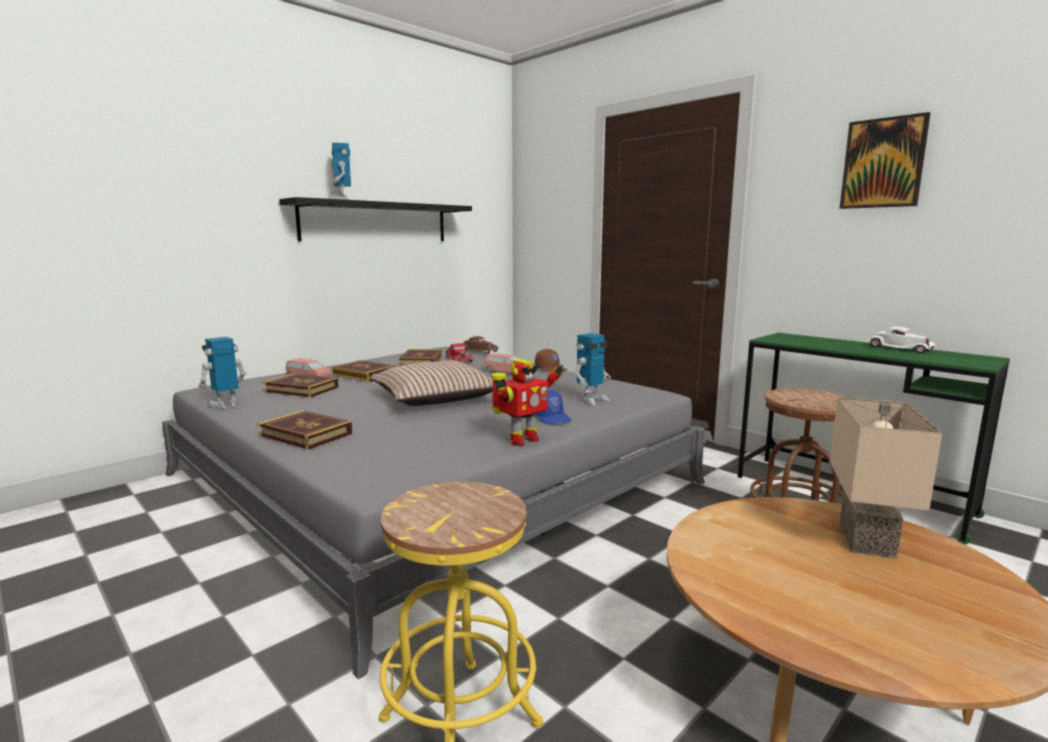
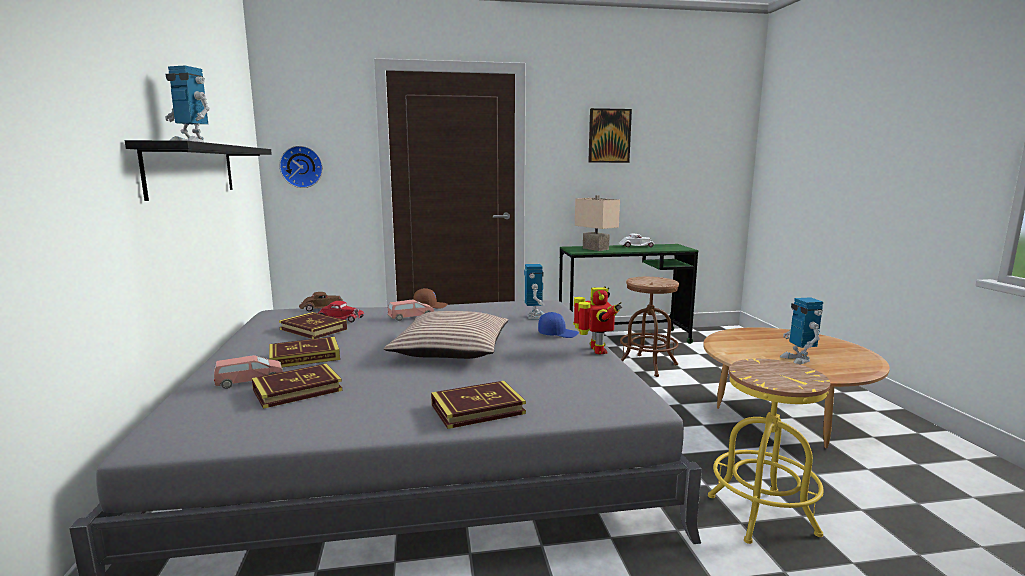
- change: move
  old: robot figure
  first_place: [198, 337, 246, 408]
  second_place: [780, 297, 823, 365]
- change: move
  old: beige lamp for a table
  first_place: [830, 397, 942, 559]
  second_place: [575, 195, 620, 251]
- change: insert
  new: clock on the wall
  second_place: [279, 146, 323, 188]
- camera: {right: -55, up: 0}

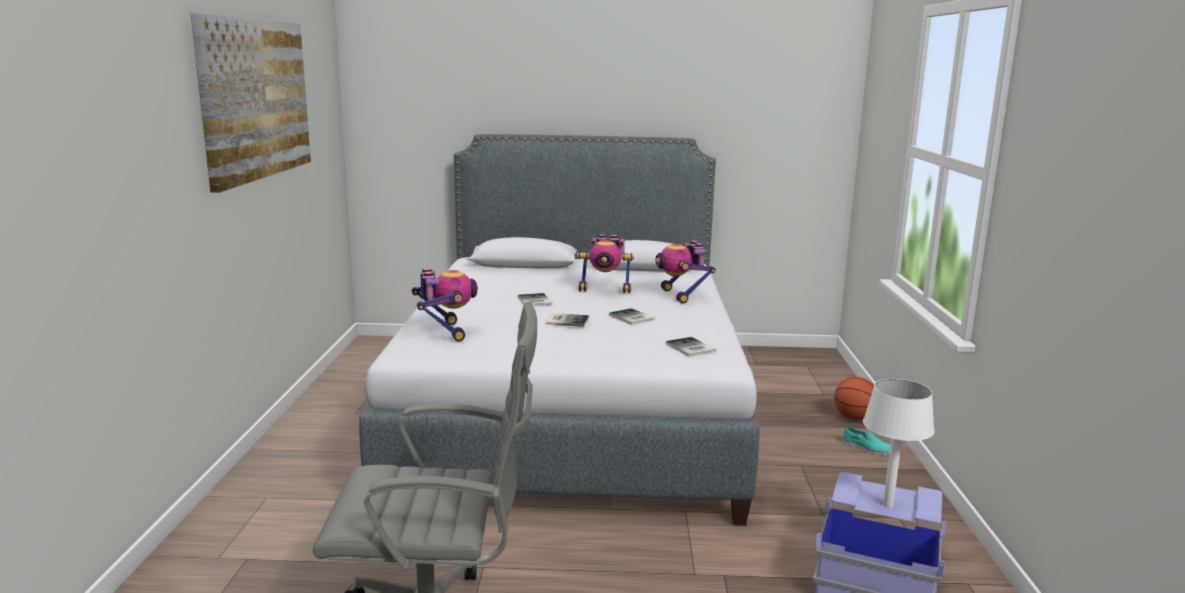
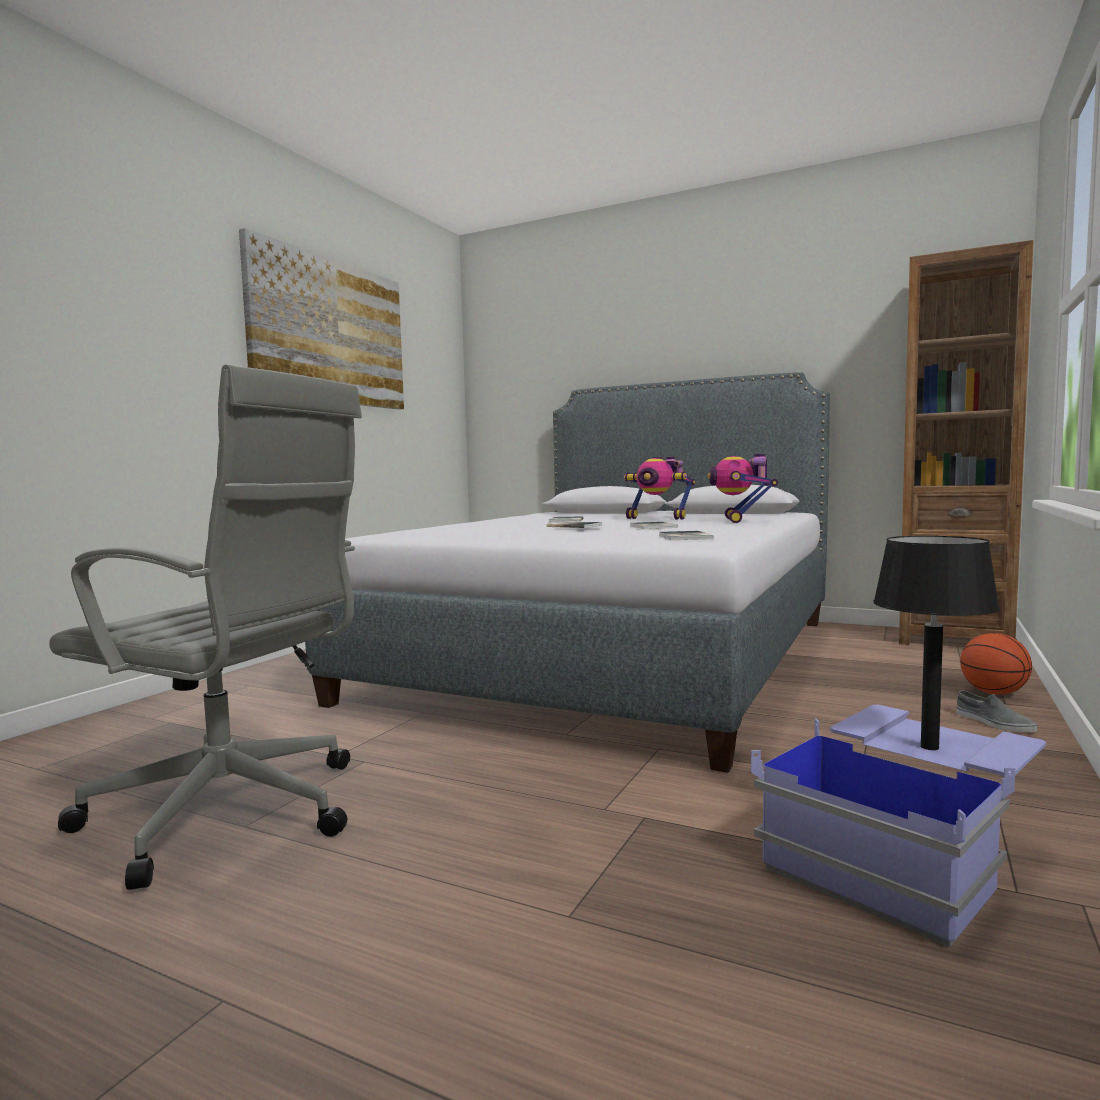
- change: delete
  old: robot figure
  first_place: [412, 268, 478, 341]
- change: recolor
  old: whitish lamp for a table
  new: black-coloured lamp for a table
  first_place: [863, 379, 935, 508]
  second_place: [873, 536, 1000, 750]
- change: recolor
  old: blue-green item of footwear
  new: greyish item of footwear
  first_place: [843, 427, 890, 456]
  second_place: [956, 691, 1037, 733]
- change: insert
  new: brown shelving unit
  second_place: [899, 240, 1034, 645]
- camera: {right: 25, up: -10}

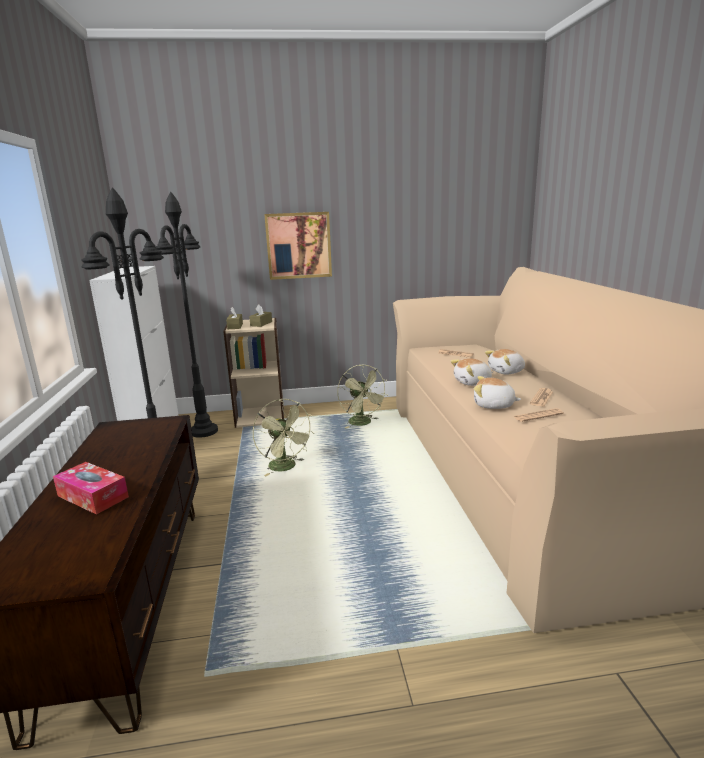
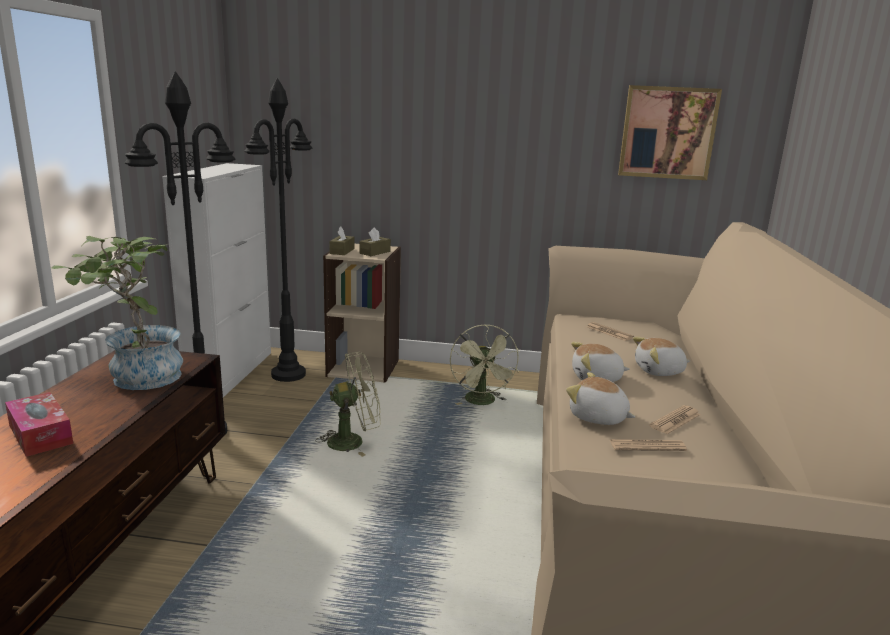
- change: move
  old: wall picture
  first_place: [264, 212, 332, 280]
  second_place: [618, 85, 722, 180]
- change: rotate
  old: greenish cooling fan
  first_place: [253, 399, 314, 476]
  second_place: [315, 352, 381, 457]
  degrees: -90
- change: insert
  new: houseplant
  second_place: [51, 236, 183, 390]
- camera: {right: 15, up: 0}

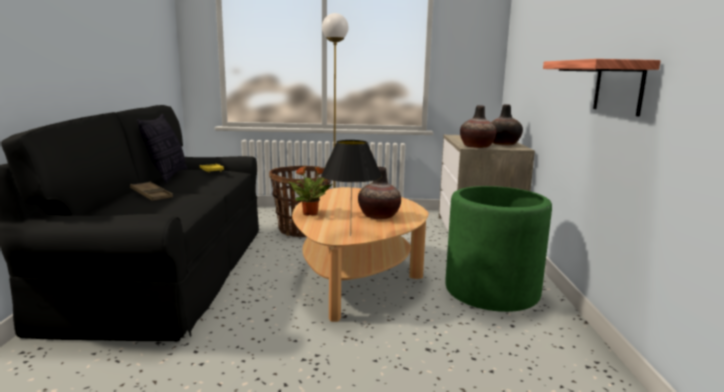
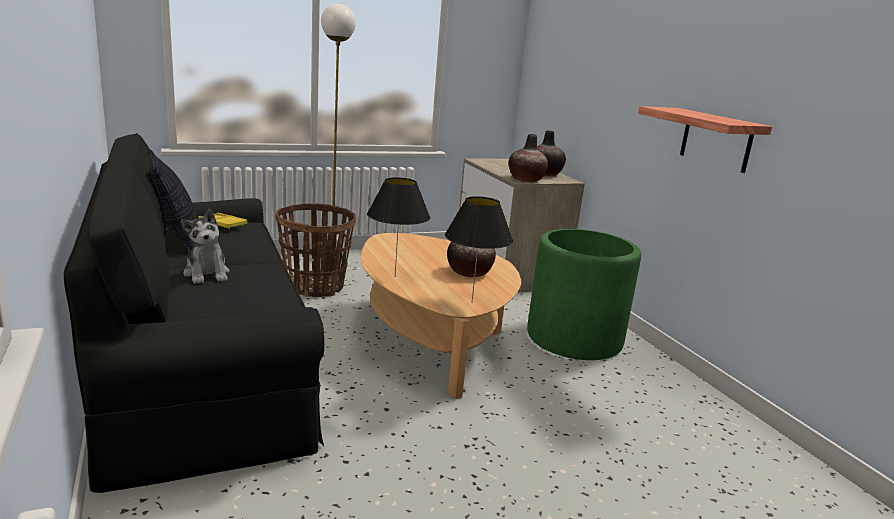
- change: replace
  old: houseplant
  new: black-coloured lamp for a table
  first_place: [288, 166, 333, 216]
  second_place: [367, 178, 430, 276]
- change: replace
  old: brown serving tray
  new: plush toy
  first_place: [130, 182, 173, 201]
  second_place: [181, 209, 230, 284]
- camera: {right: -25, up: 5}

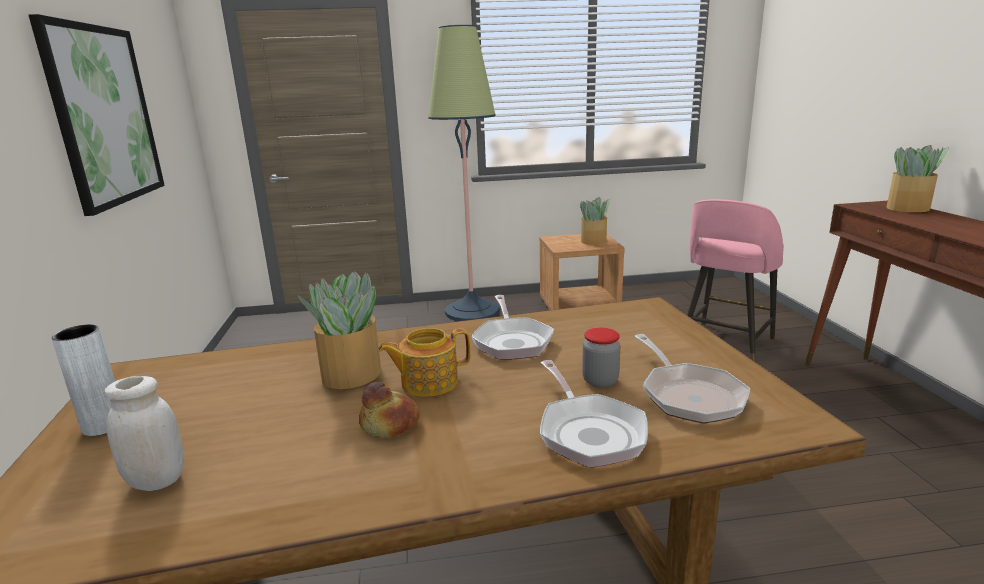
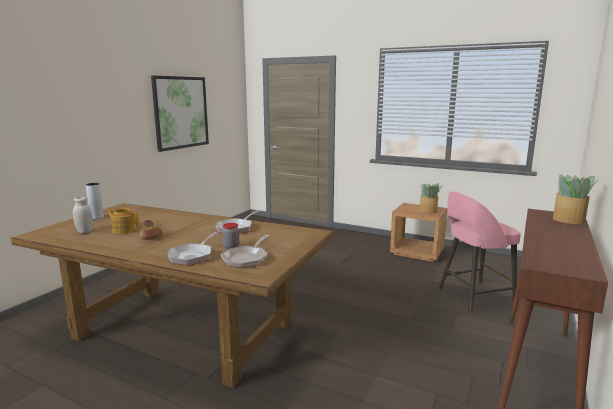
- change: delete
  old: standard lamp
  first_place: [428, 25, 499, 321]
- change: delete
  old: houseplant
  first_place: [298, 271, 381, 389]
- change: move
  old: tea pot
  first_place: [378, 328, 471, 397]
  second_place: [106, 208, 139, 234]
- camera: {right: 35, up: -5}

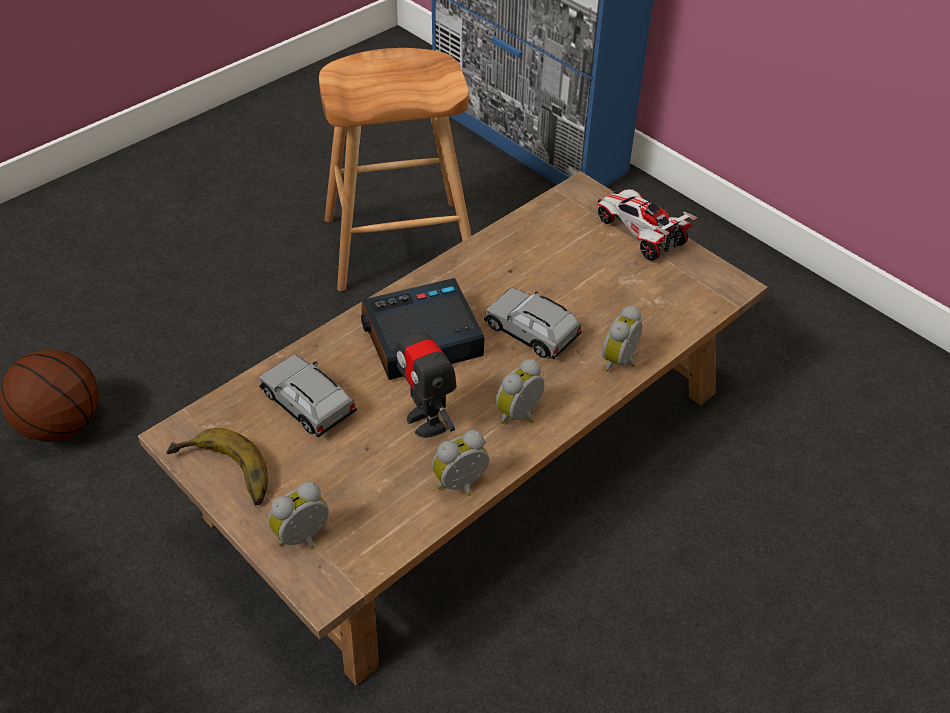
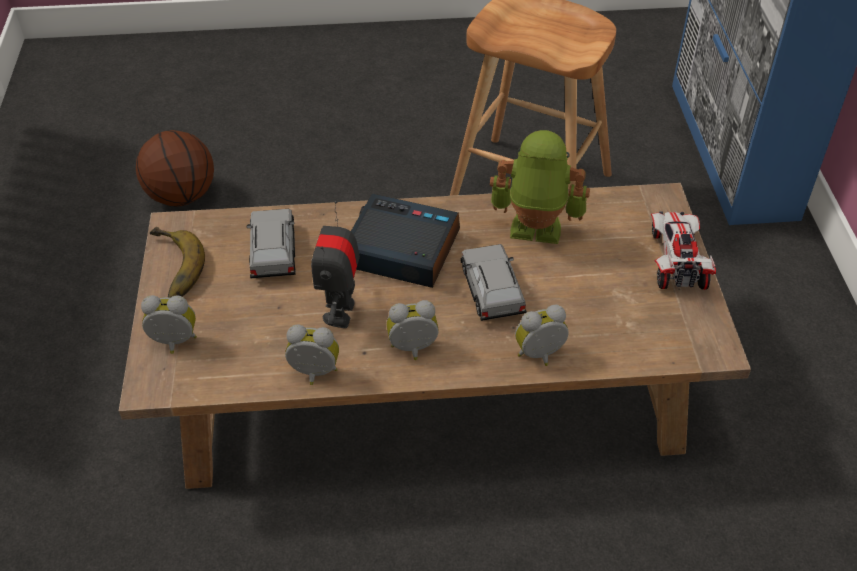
- change: insert
  new: robot figure
  second_place: [490, 130, 590, 244]
- camera: {right: 40, up: 0}

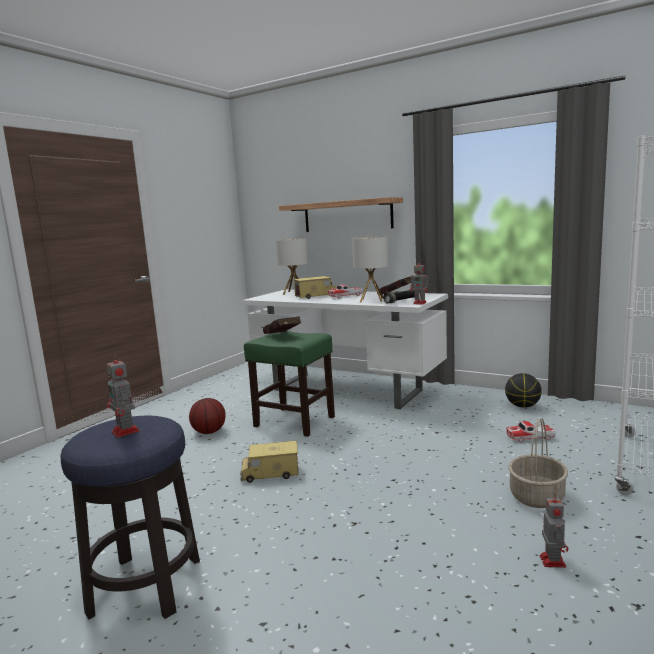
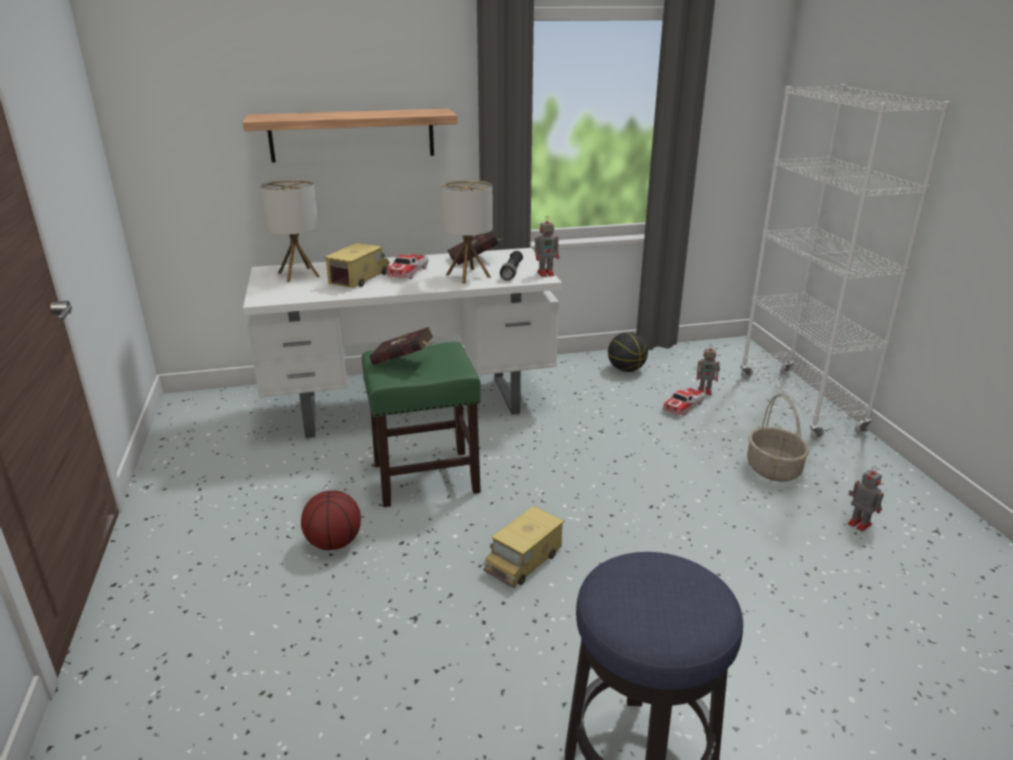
- change: move
  old: robot figure
  first_place: [107, 353, 140, 438]
  second_place: [697, 344, 720, 395]
- camera: {right: -45, up: 15}

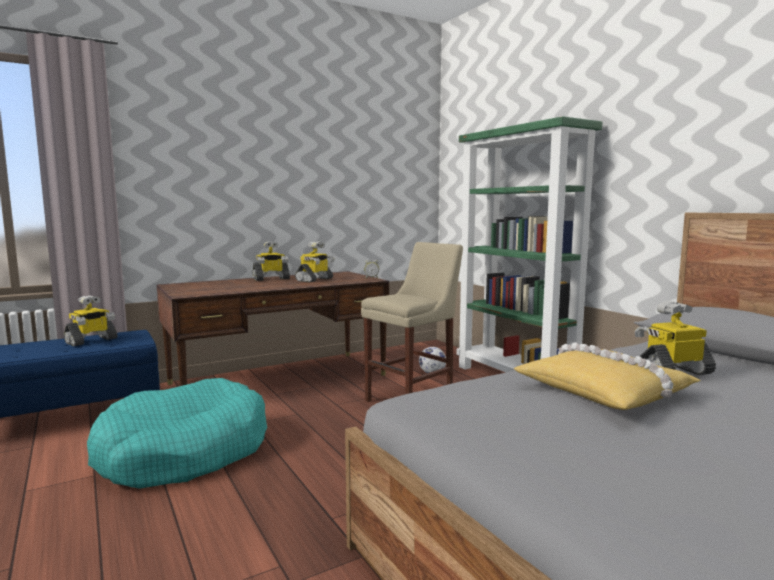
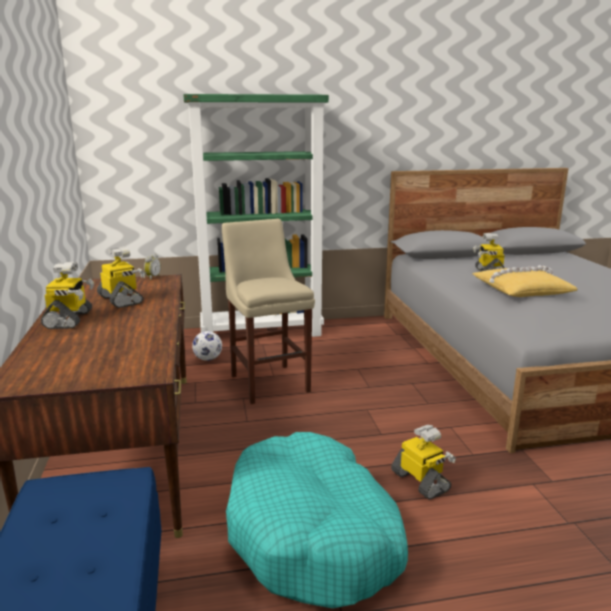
- change: move
  old: robot figure
  first_place: [64, 295, 118, 346]
  second_place: [391, 425, 456, 499]
- camera: {right: -70, up: 10}

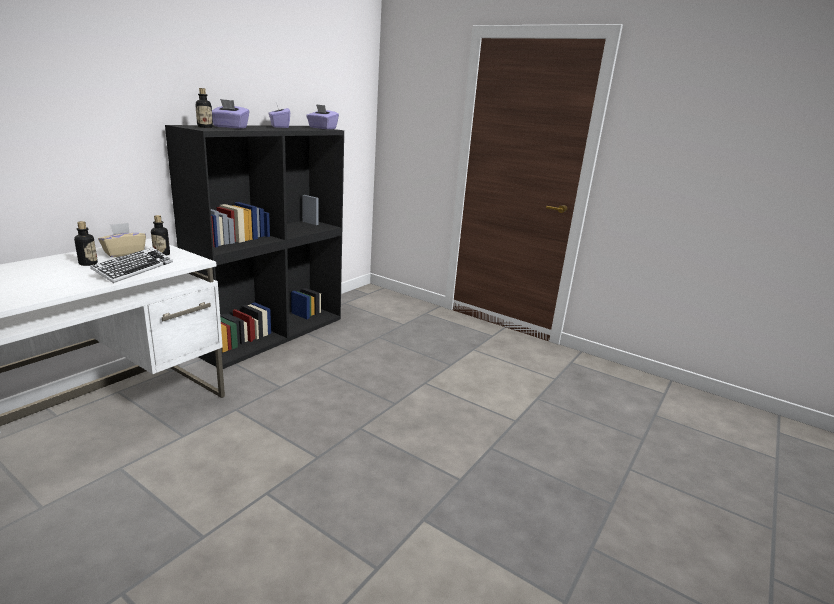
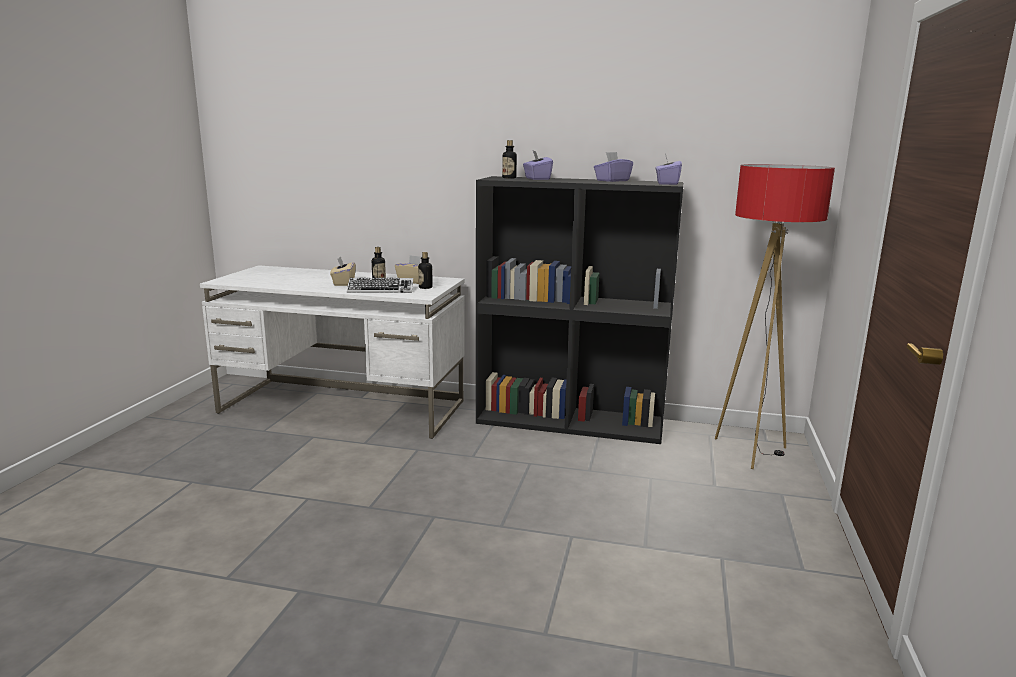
- change: insert
  new: standard lamp
  second_place: [715, 164, 835, 469]
- change: insert
  new: beige tissue holder
  second_place: [330, 256, 356, 286]
- camera: {right: 70, up: -5}

